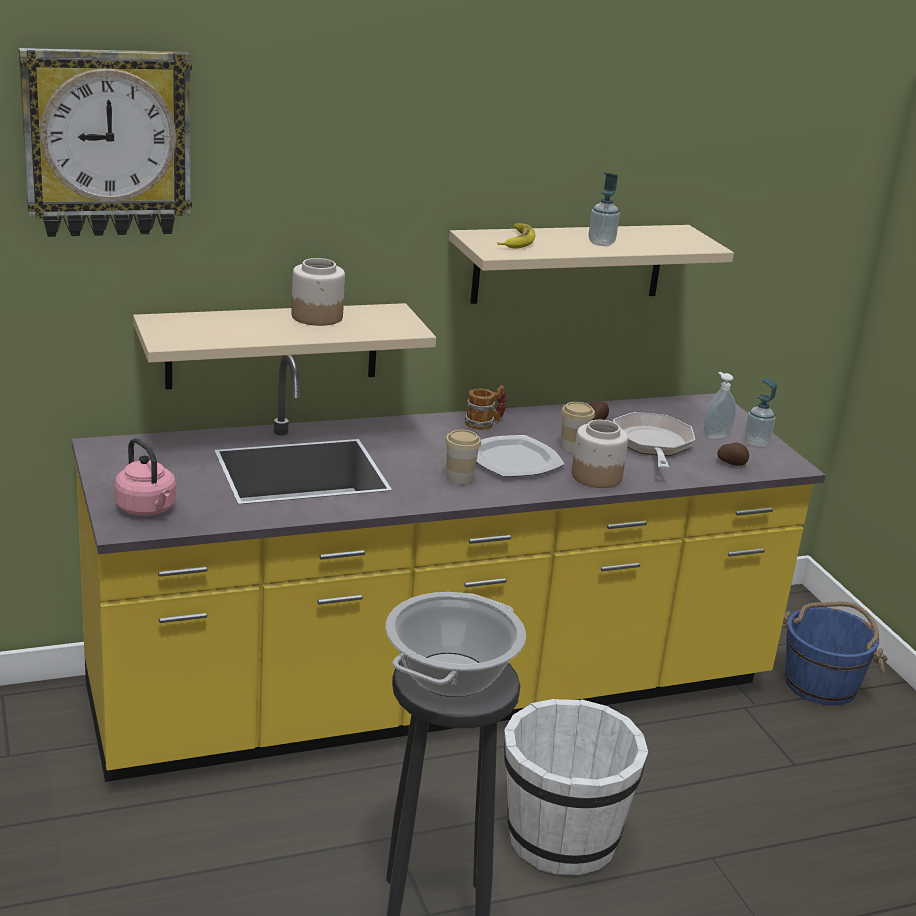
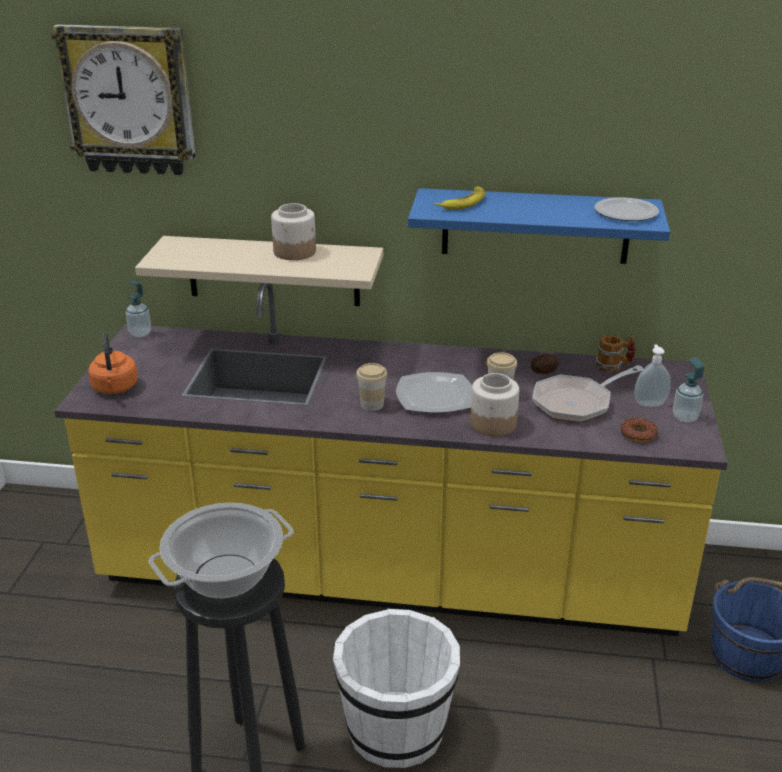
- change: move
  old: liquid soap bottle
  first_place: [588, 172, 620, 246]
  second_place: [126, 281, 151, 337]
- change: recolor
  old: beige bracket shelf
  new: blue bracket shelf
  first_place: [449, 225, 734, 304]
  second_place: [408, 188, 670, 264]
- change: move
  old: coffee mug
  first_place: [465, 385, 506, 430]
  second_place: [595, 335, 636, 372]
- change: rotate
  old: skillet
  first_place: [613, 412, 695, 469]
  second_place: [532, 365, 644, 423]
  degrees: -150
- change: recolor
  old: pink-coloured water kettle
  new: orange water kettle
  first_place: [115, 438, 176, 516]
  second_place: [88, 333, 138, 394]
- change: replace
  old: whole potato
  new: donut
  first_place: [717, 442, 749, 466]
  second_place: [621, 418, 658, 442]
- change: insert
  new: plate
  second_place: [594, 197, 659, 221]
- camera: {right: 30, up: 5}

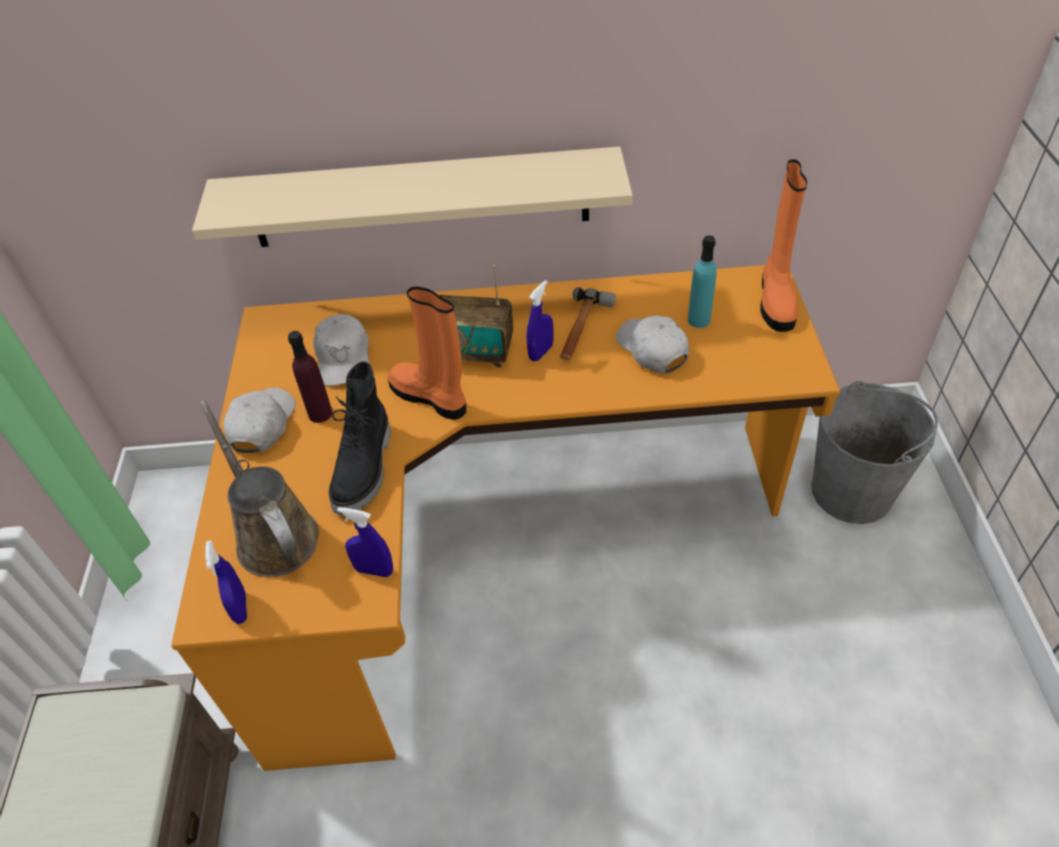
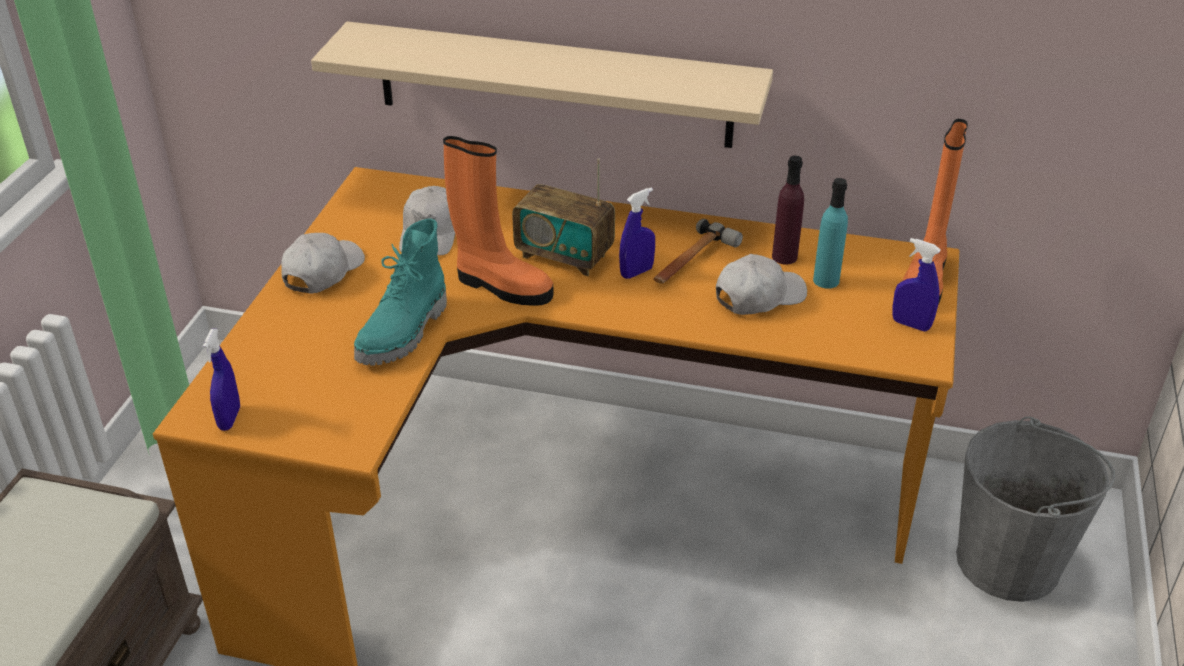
- change: rotate
  old: orange boot
  first_place: [387, 286, 466, 420]
  second_place: [443, 136, 554, 306]
  degrees: 150
- change: rotate
  old: whitish cap
  first_place: [616, 315, 689, 374]
  second_place: [716, 254, 807, 315]
  degrees: 75
- change: move
  old: purple-coloured bottle
  first_place: [288, 331, 332, 423]
  second_place: [772, 156, 804, 265]
- change: recolor
  old: black-coloured boot
  new: blue-green boot
  first_place: [329, 361, 391, 516]
  second_place: [354, 218, 447, 365]
- change: delete
  old: brown sprinkling can
  first_place: [200, 399, 319, 577]
- change: move
  old: blue spray bottle
  first_place: [337, 507, 393, 577]
  second_place: [892, 238, 941, 331]
- camera: {right: 15, up: -10}

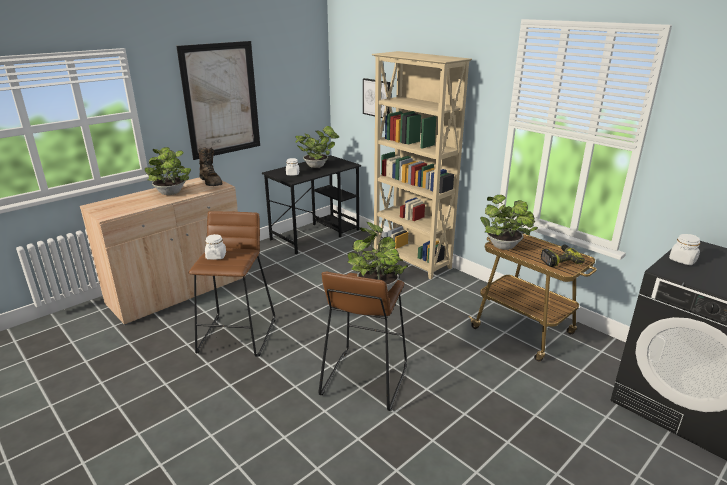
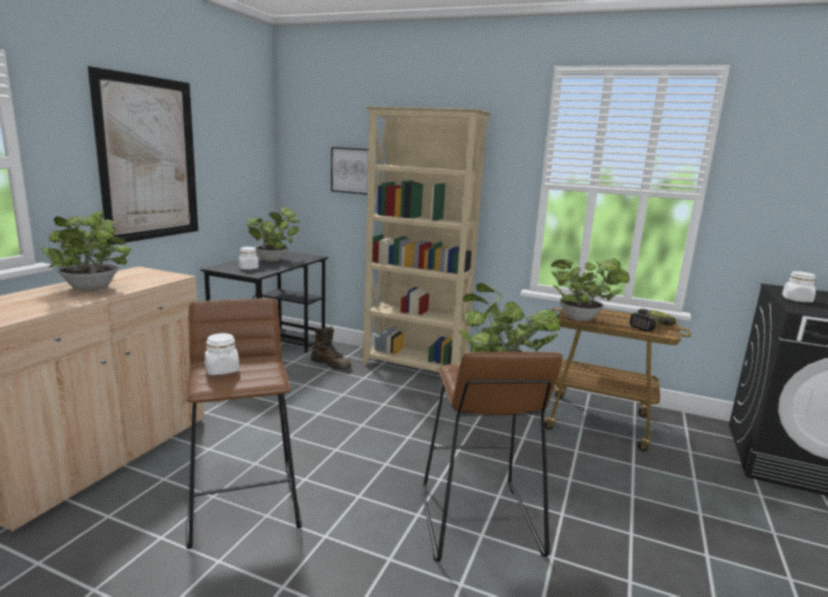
- change: move
  old: brown boot
  first_place: [199, 147, 222, 186]
  second_place: [311, 327, 351, 369]
- camera: {right: -25, up: -10}

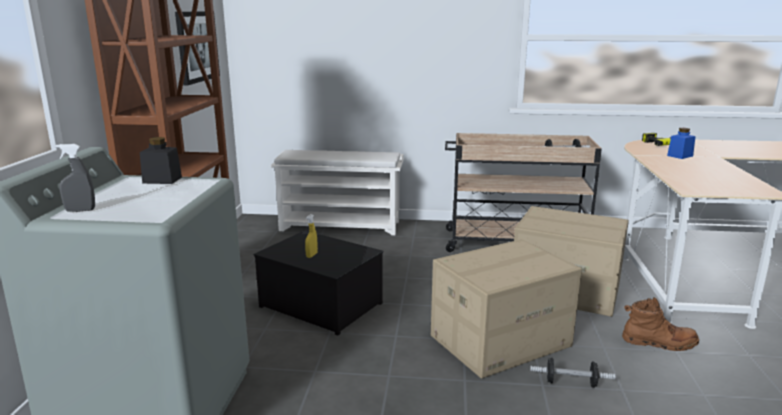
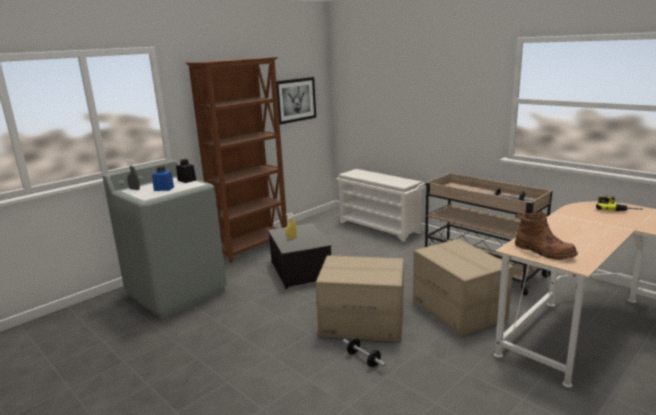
- change: move
  old: blue storage jar
  first_place: [667, 128, 696, 159]
  second_place: [152, 166, 174, 191]
- change: move
  old: brown boot
  first_place: [622, 297, 699, 351]
  second_place: [515, 211, 578, 260]
- camera: {right: 40, up: 0}

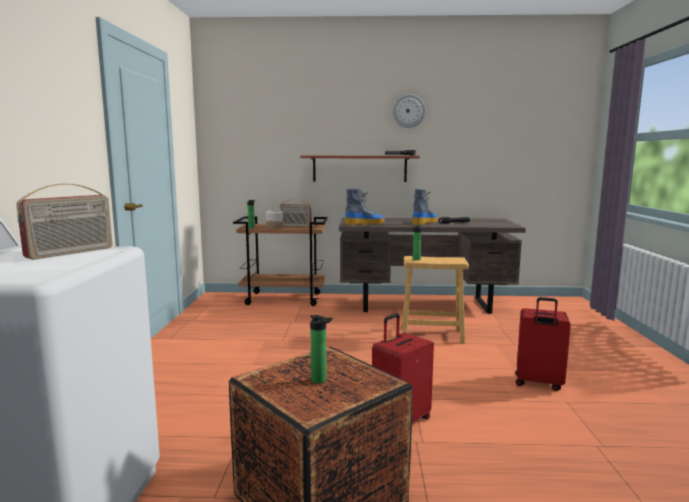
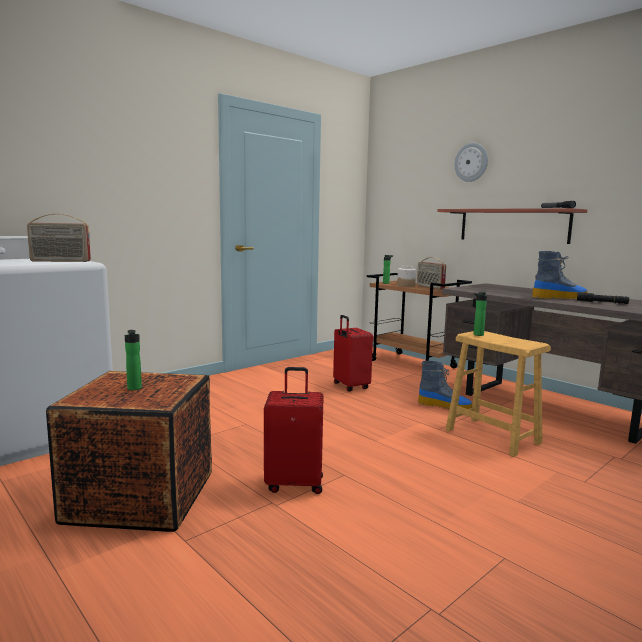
- change: move
  old: clock on the wall
  first_place: [393, 94, 426, 128]
  second_place: [455, 143, 488, 182]
- change: move
  old: boot
  first_place: [345, 189, 384, 225]
  second_place: [418, 361, 472, 409]
- change: move
  old: red piece of luggage
  first_place: [515, 297, 571, 391]
  second_place: [333, 315, 373, 391]
- camera: {right: 45, up: 0}

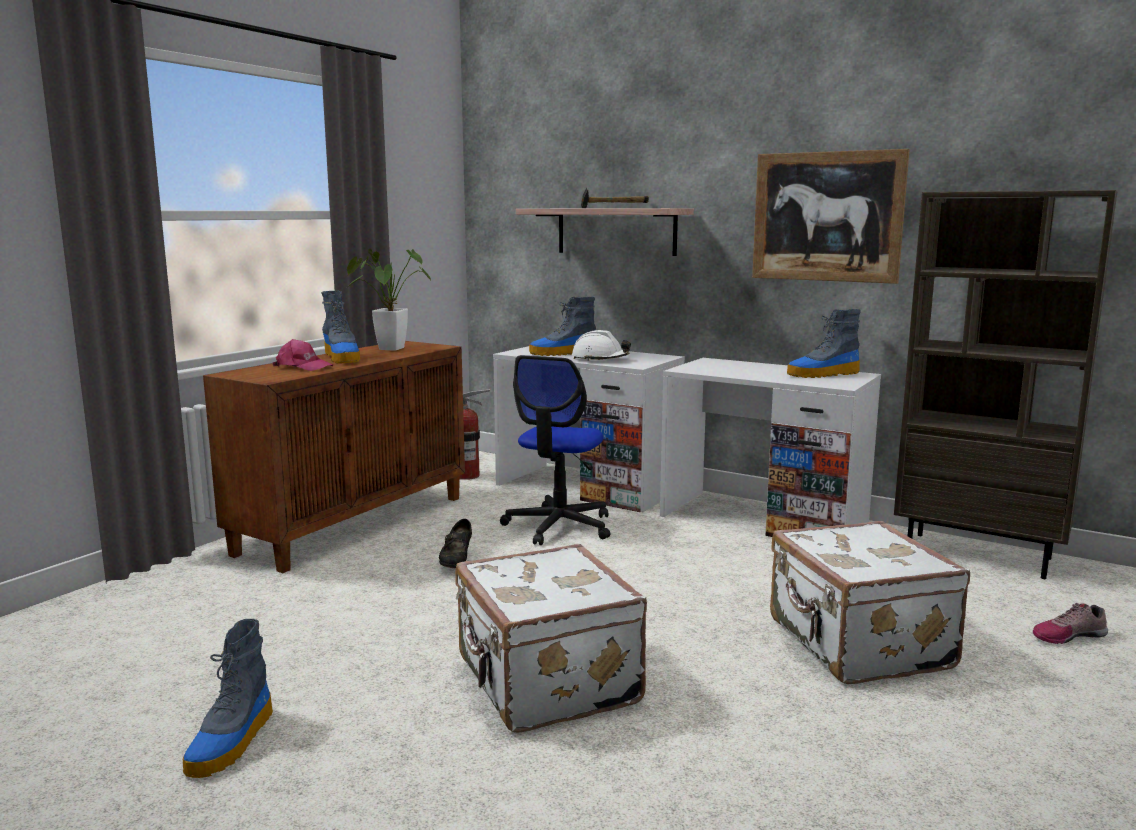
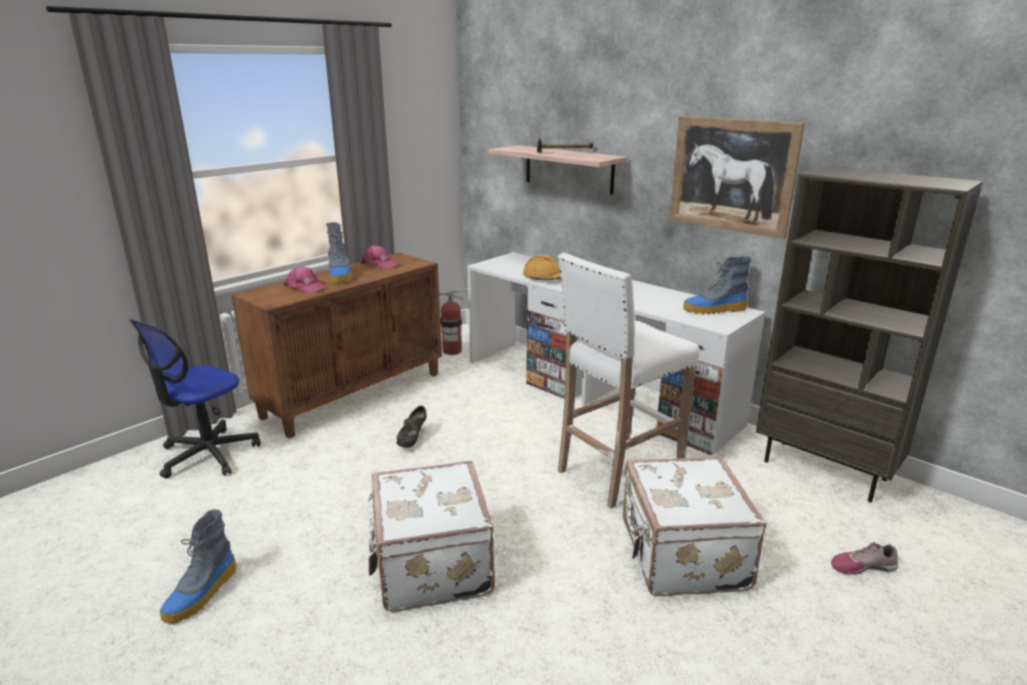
- change: replace
  old: houseplant
  new: pink-coloured cap
  first_place: [347, 249, 432, 351]
  second_place: [360, 245, 400, 269]
- change: delete
  old: boot
  first_place: [529, 297, 596, 356]
- change: recolor
  old: whitish hard hat
  new: orange hard hat
  first_place: [572, 330, 631, 361]
  second_place: [523, 255, 561, 281]
- change: move
  old: computer chair
  first_place: [500, 355, 610, 545]
  second_place: [129, 319, 261, 479]
- change: insert
  new: whitish stool
  second_place: [558, 253, 700, 509]
- camera: {right: 10, up: 10}

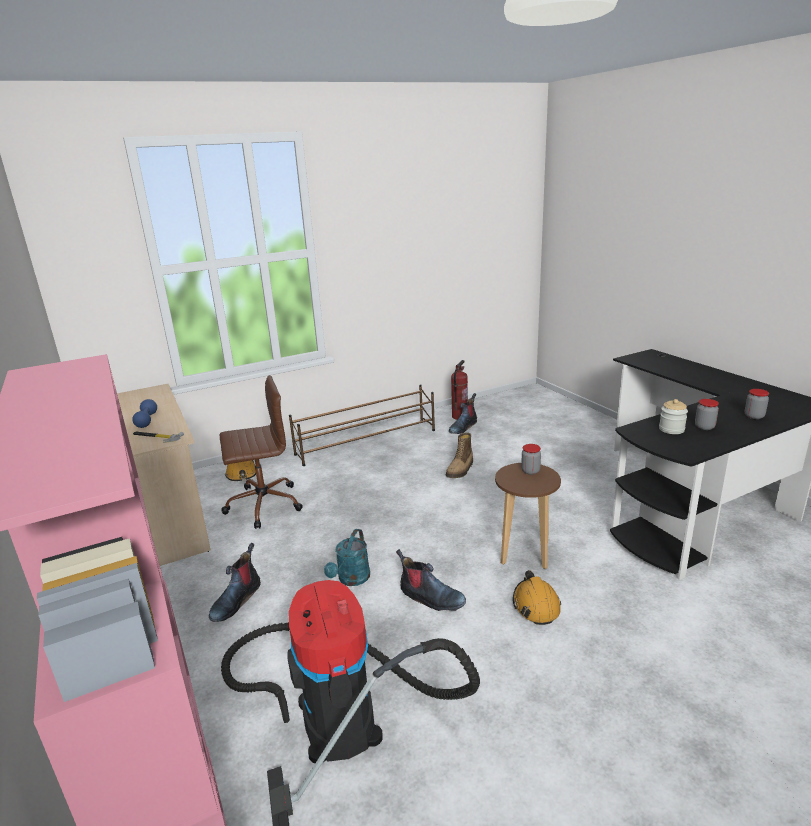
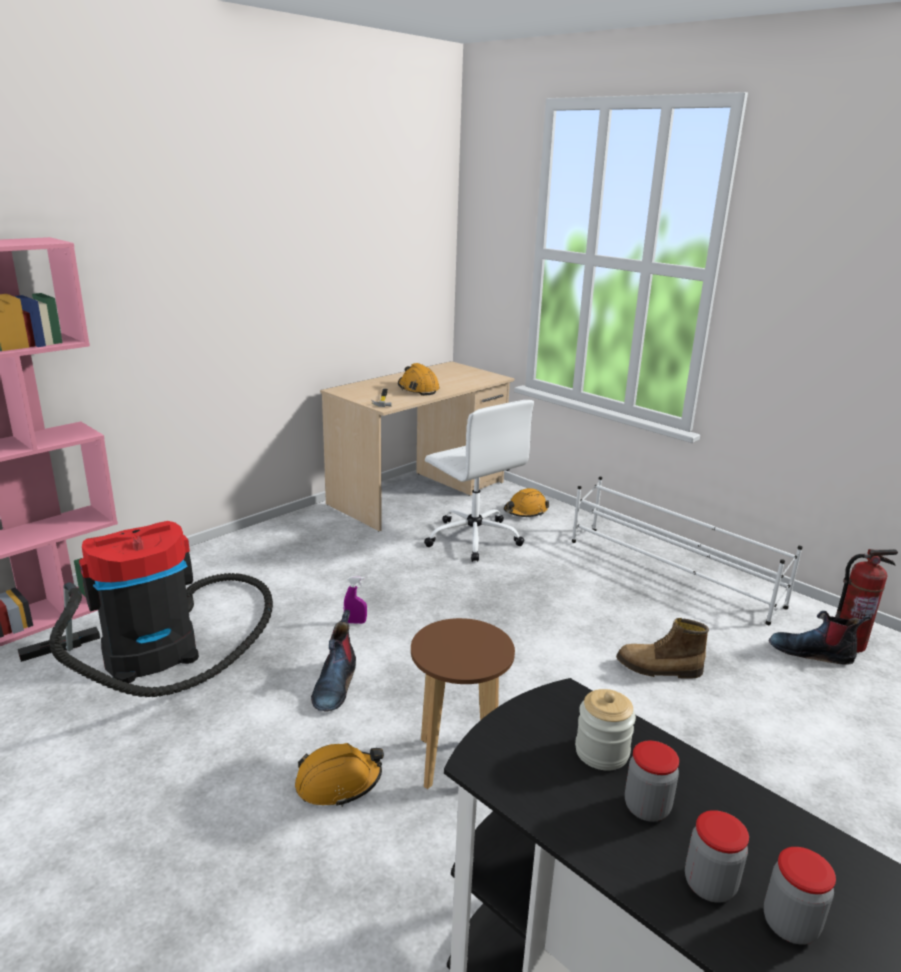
- change: recolor
  old: brown computer chair
  new: whitish computer chair
  first_place: [219, 375, 303, 529]
  second_place: [424, 400, 534, 562]
- change: recolor
  old: brown shoe shelf
  new: whitish shoe shelf
  first_place: [289, 385, 435, 466]
  second_place: [572, 477, 802, 625]
- change: replace
  old: blue hand weight
  new: orange hard hat
  first_place: [132, 399, 157, 428]
  second_place: [398, 363, 440, 396]
- change: move
  old: storage jar
  first_place: [521, 444, 541, 475]
  second_place: [685, 810, 749, 902]
- change: replace
  old: blue-green sprinkling can
  new: purple-coloured spray bottle
  first_place: [324, 529, 370, 586]
  second_place: [344, 576, 367, 624]
- change: delete
  old: boot
  first_place: [209, 543, 261, 622]
- camera: {right: 70, up: 0}

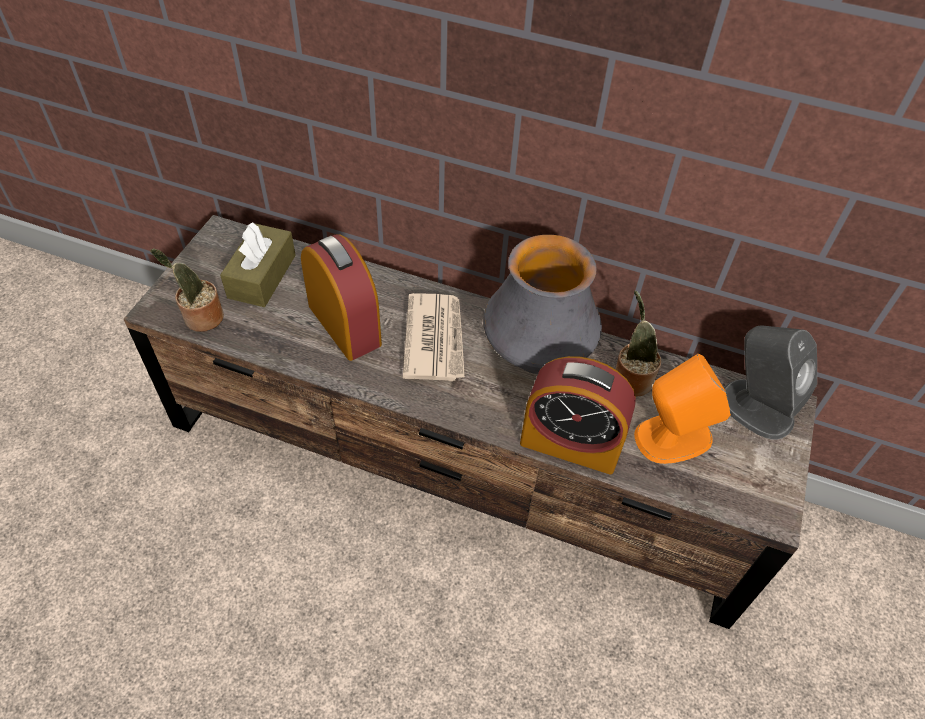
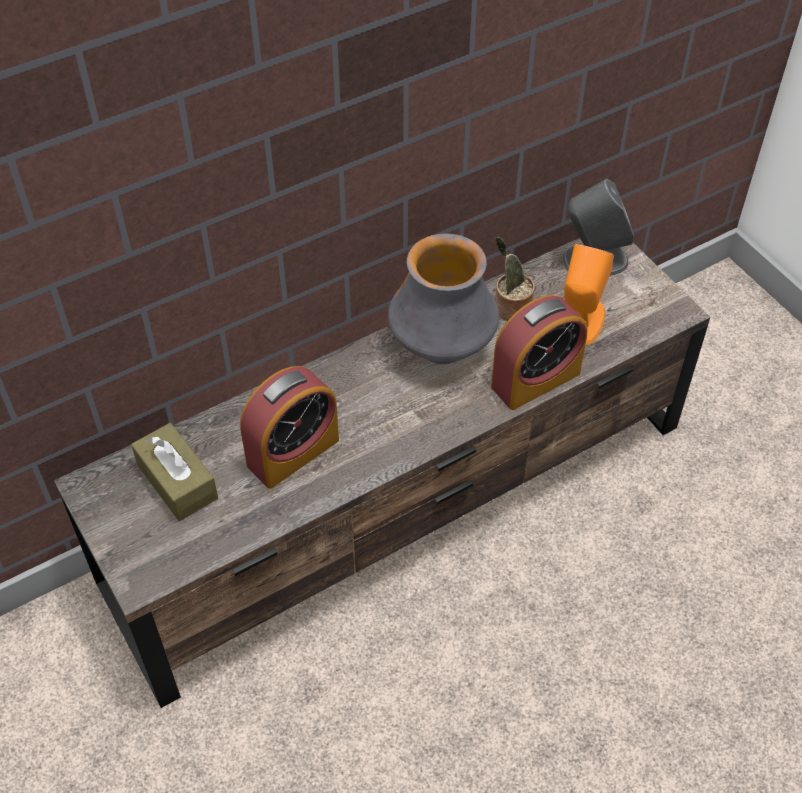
- change: rotate
  old: table clock
  first_place: [301, 234, 382, 361]
  second_place: [240, 366, 339, 489]
  degrees: 135
- change: delete
  old: houseplant
  first_place: [150, 248, 224, 332]
- change: delete
  old: daily paper
  first_place: [403, 293, 465, 381]
- camera: {right: -50, up: 0}

